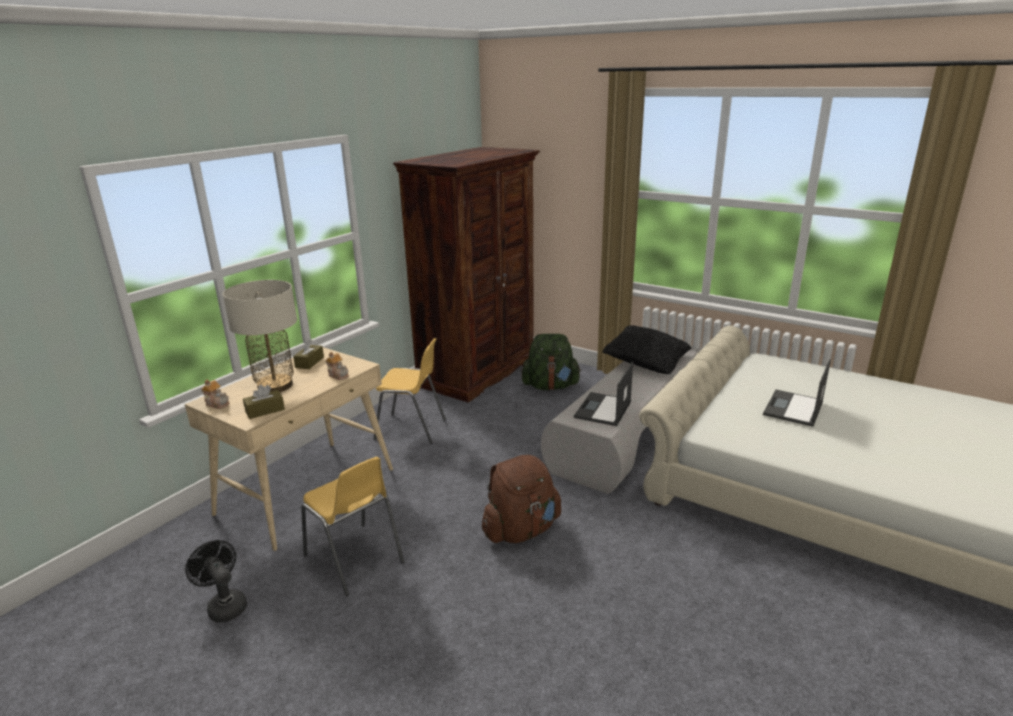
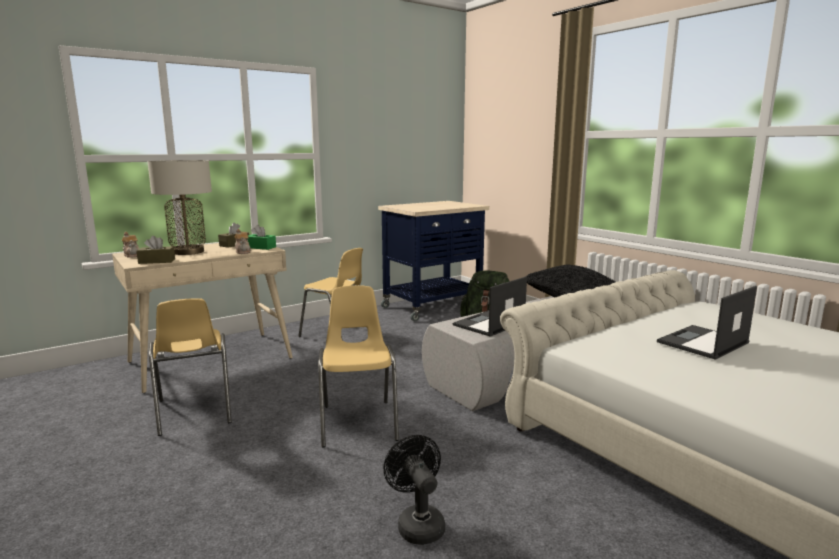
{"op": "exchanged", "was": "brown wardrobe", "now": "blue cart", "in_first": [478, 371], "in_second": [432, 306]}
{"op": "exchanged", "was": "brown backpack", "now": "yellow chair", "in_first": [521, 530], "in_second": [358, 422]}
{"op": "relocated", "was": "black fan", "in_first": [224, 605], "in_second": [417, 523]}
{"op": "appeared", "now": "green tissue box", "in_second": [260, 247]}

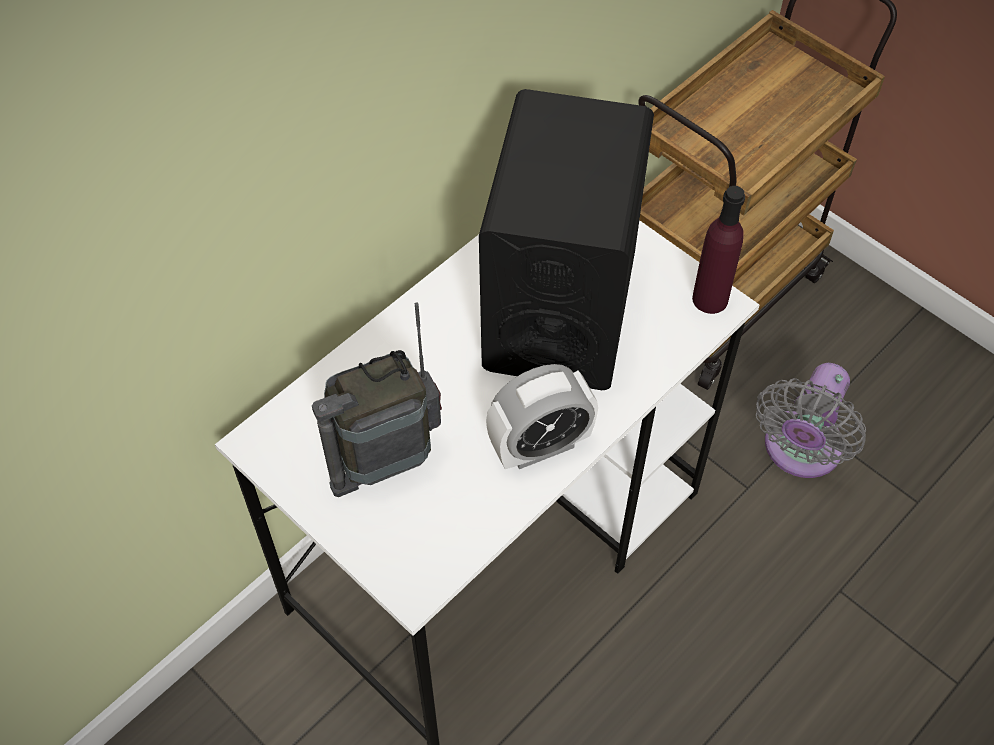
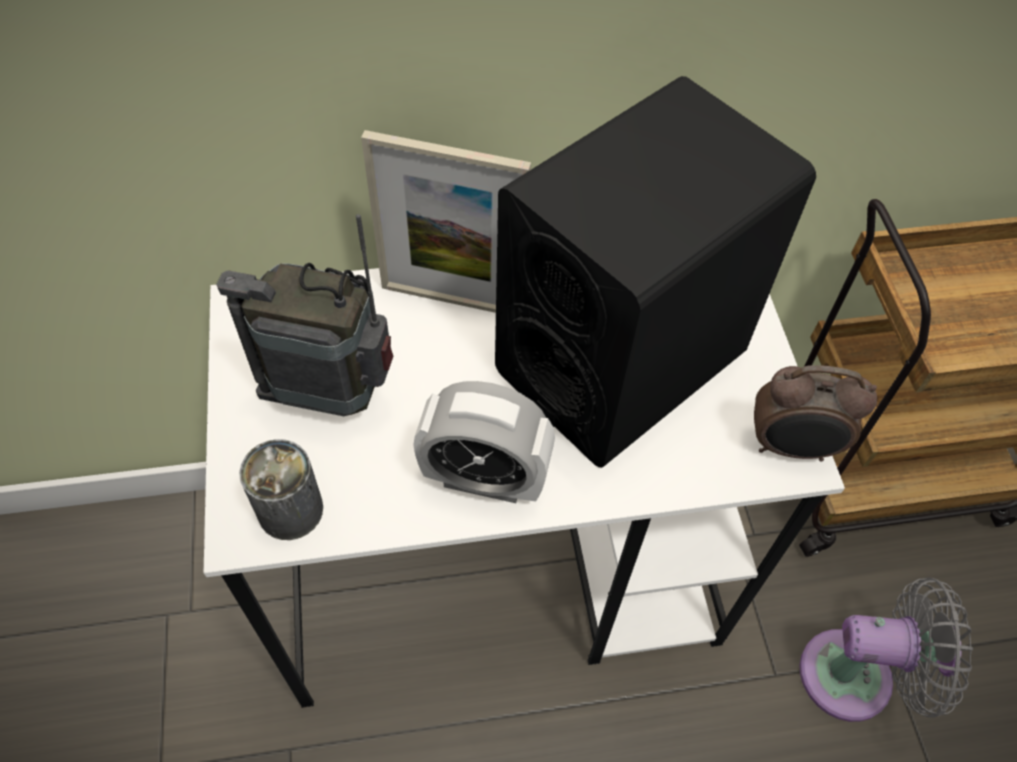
{"op": "exchanged", "was": "purple bottle", "now": "alarm clock", "in_first": [710, 299], "in_second": [791, 447]}
{"op": "spun", "was": "grey fan", "in_first": [799, 451], "in_second": [856, 676], "clockwise": -150}
{"op": "appeared", "now": "picture frame", "in_second": [451, 299]}
{"op": "appeared", "now": "can", "in_second": [290, 510]}

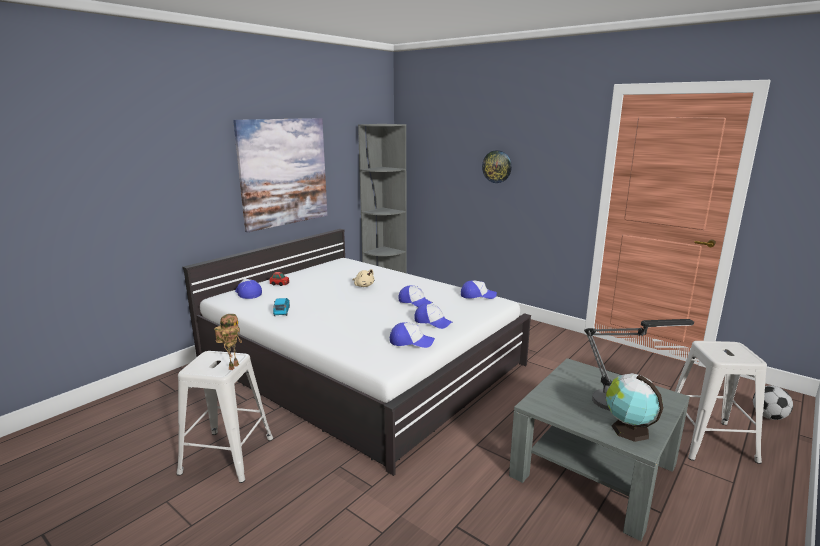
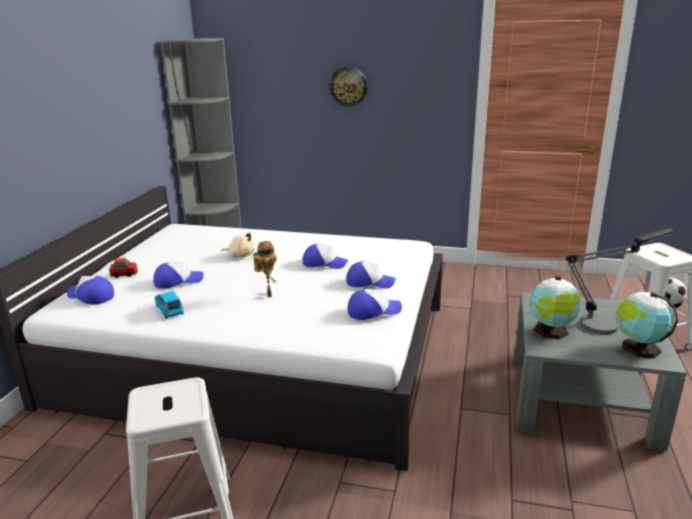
{"op": "missing", "was": "picture", "in_first": [284, 172]}
{"op": "relocated", "was": "cap", "in_first": [477, 295], "in_second": [178, 281]}
{"op": "relocated", "was": "toy robot", "in_first": [233, 366], "in_second": [267, 294]}
{"op": "appeared", "now": "globe", "in_second": [551, 331]}

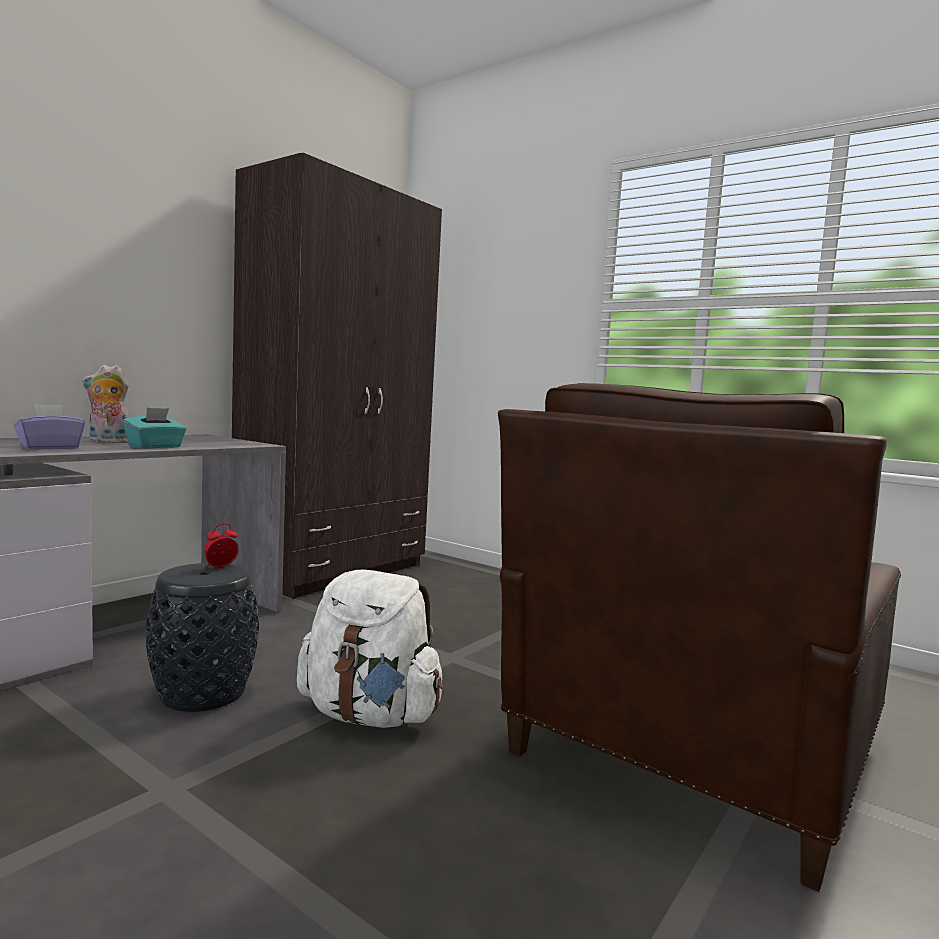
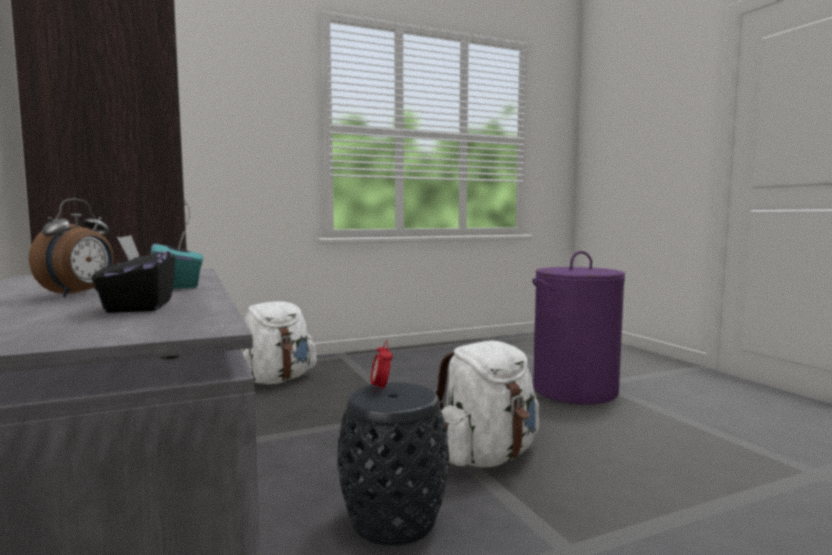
{"op": "exchanged", "was": "plush toy", "now": "alarm clock", "in_first": [108, 442], "in_second": [79, 294]}
{"op": "exchanged", "was": "brown armchair", "now": "purple laundry basket", "in_first": [691, 751], "in_second": [575, 390]}
{"op": "colour", "was": "purple tissue box", "now": "black tissue box", "in_first": [50, 448], "in_second": [138, 306]}
{"op": "appeared", "now": "white backpack", "in_second": [276, 380]}

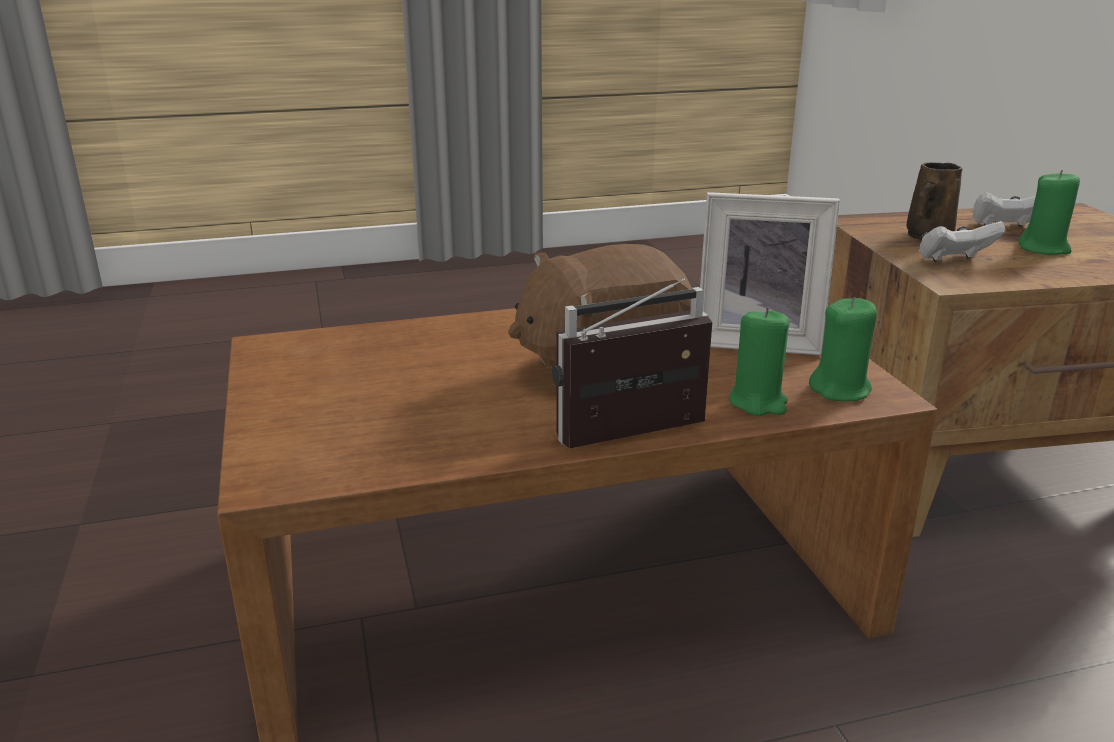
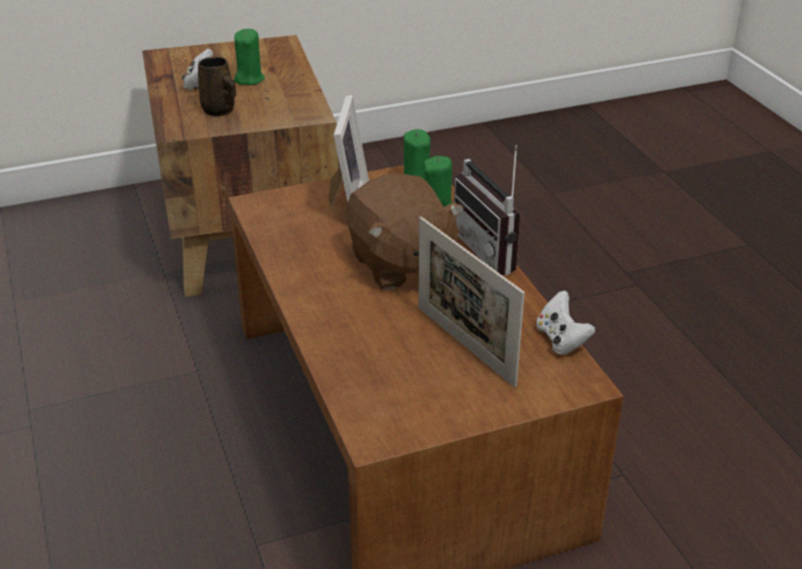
{"op": "relocated", "was": "white game controller", "in_first": [953, 260], "in_second": [561, 340]}
{"op": "appeared", "now": "picture frame", "in_second": [465, 345]}

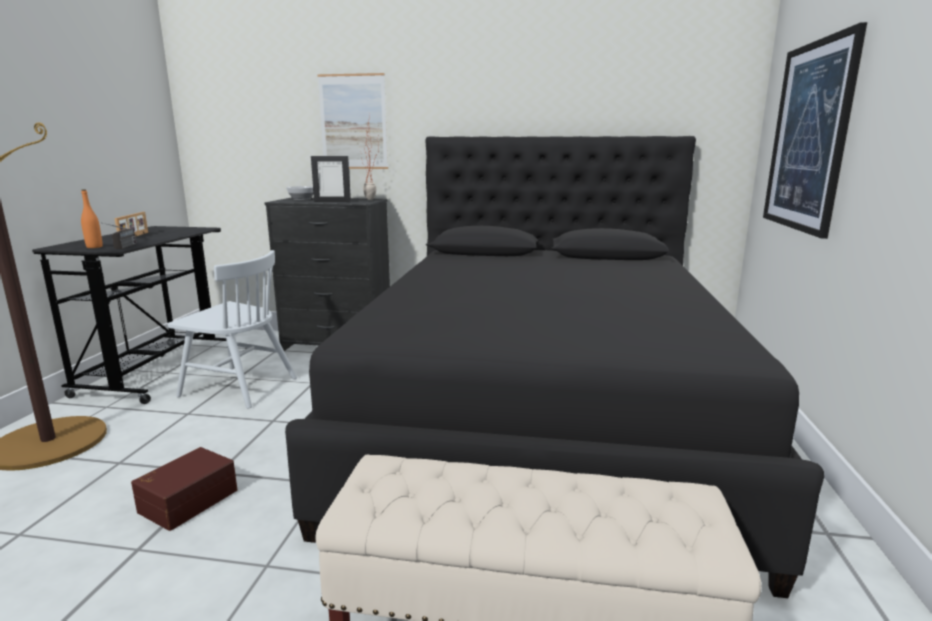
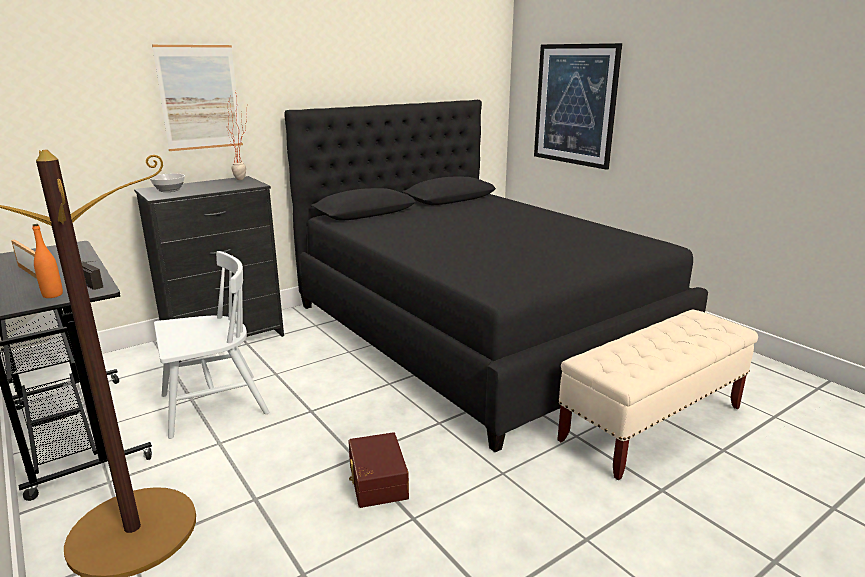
{"op": "missing", "was": "picture frame", "in_first": [332, 201]}

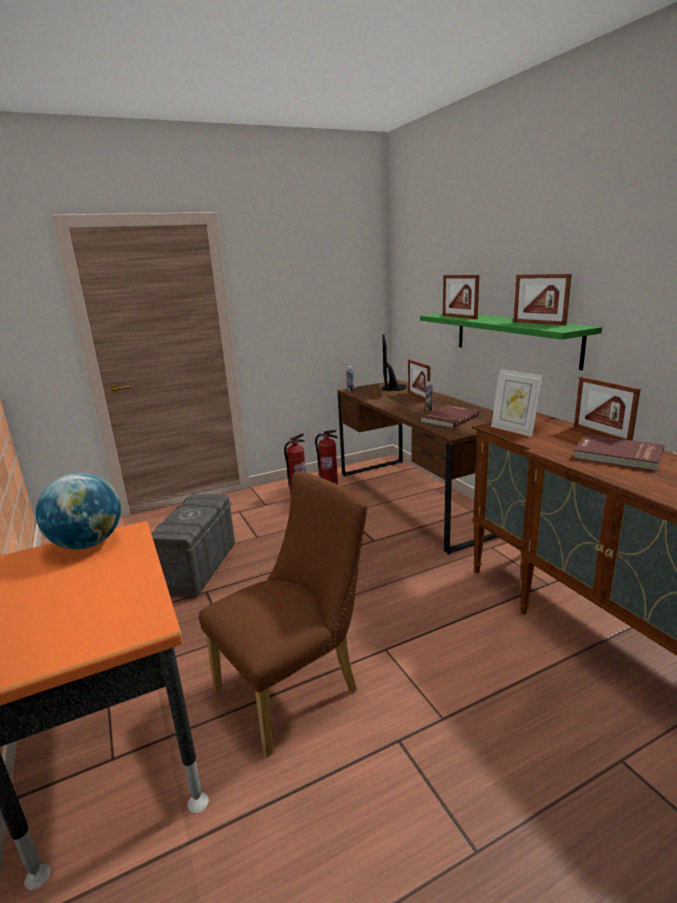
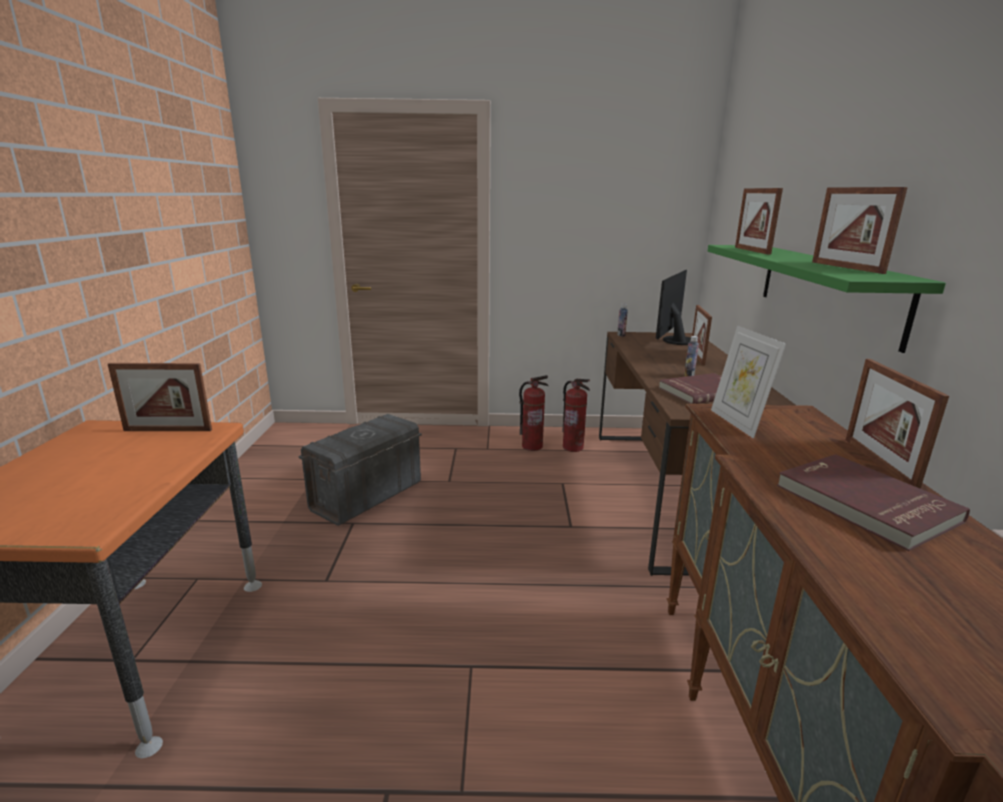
{"op": "missing", "was": "brown chair", "in_first": [296, 686]}
{"op": "exchanged", "was": "globe", "now": "picture frame", "in_first": [88, 544], "in_second": [168, 430]}

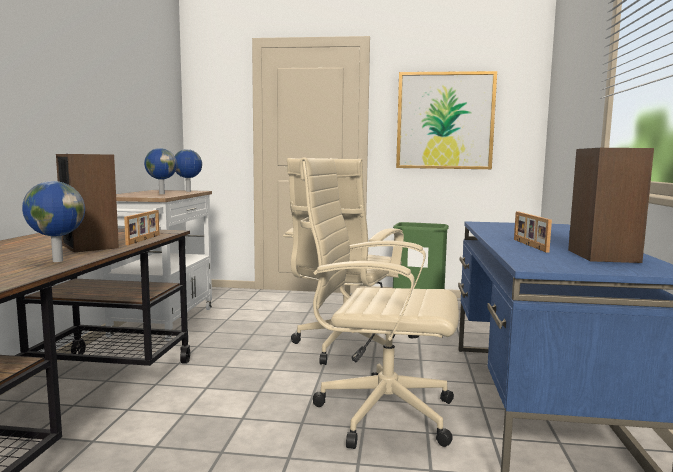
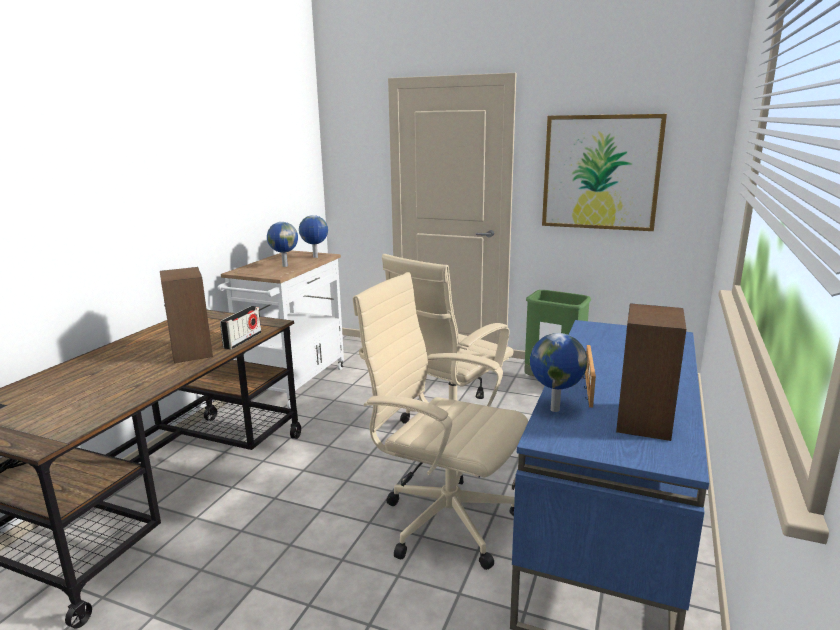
{"op": "relocated", "was": "globe", "in_first": [56, 261], "in_second": [553, 409]}
{"op": "exchanged", "was": "picture frame", "now": "radio", "in_first": [144, 239], "in_second": [243, 340]}

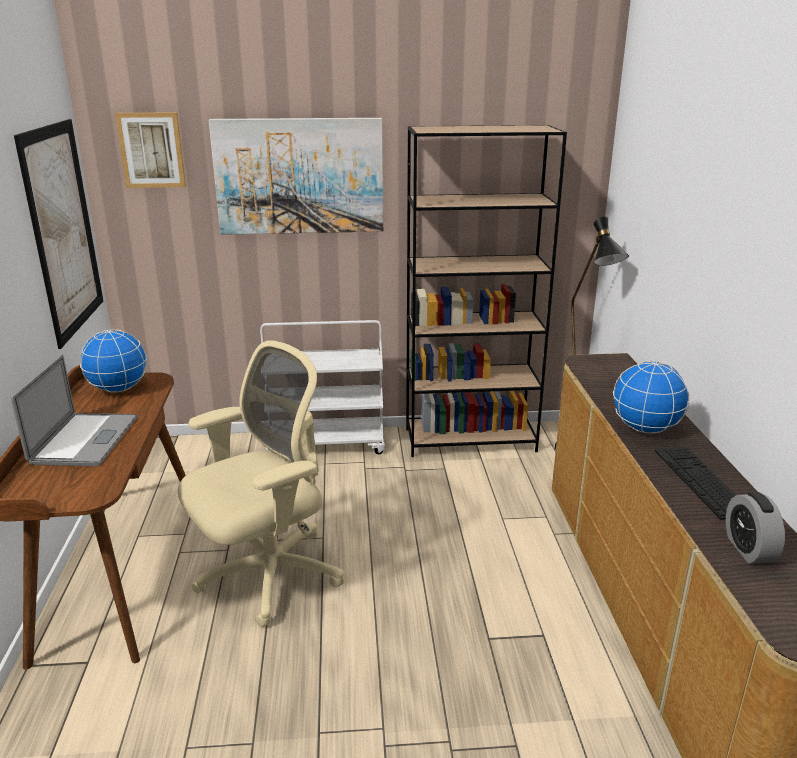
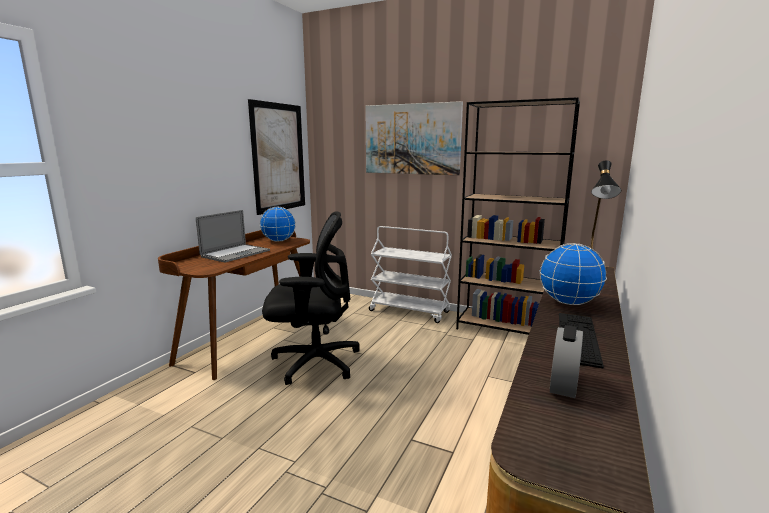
{"op": "missing", "was": "picture", "in_first": [152, 150]}
{"op": "colour", "was": "beige office chair", "now": "black office chair", "in_first": [264, 580], "in_second": [310, 364]}

